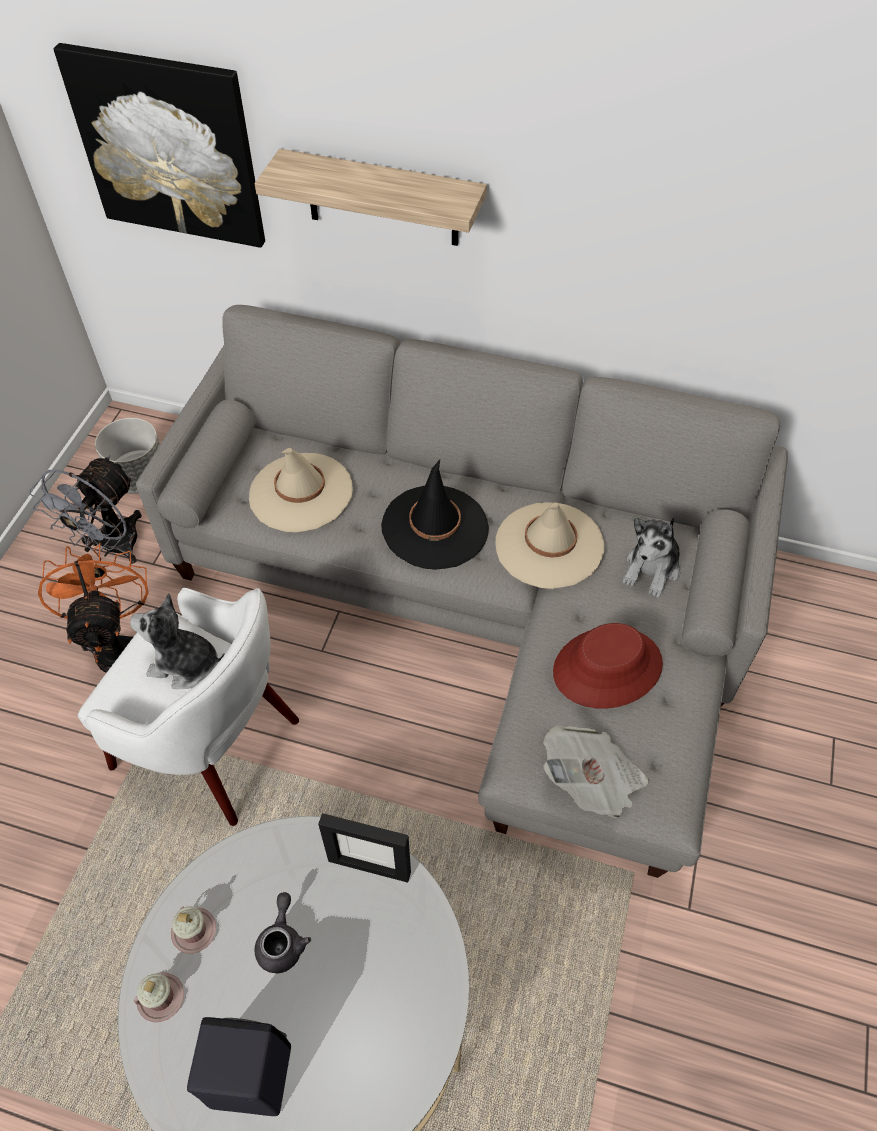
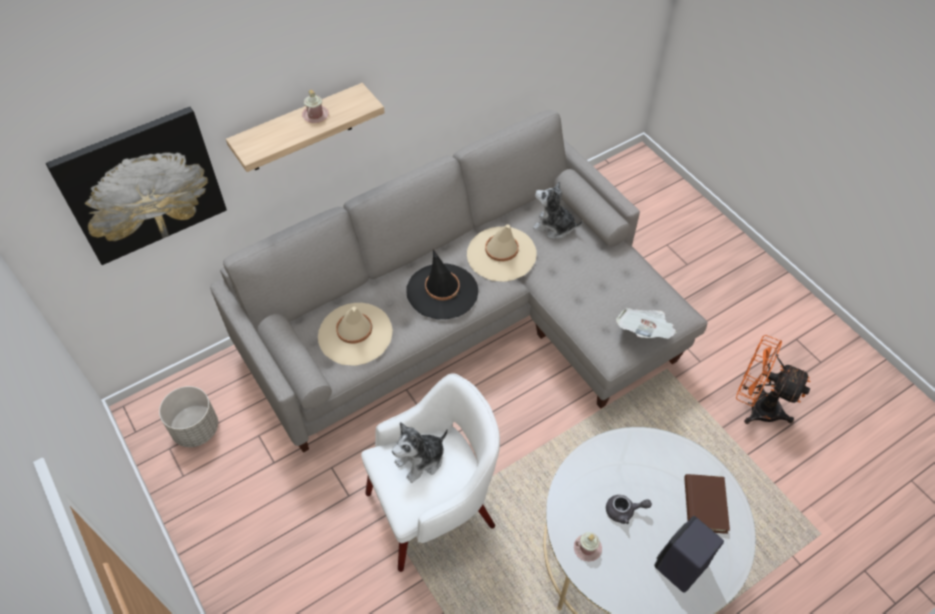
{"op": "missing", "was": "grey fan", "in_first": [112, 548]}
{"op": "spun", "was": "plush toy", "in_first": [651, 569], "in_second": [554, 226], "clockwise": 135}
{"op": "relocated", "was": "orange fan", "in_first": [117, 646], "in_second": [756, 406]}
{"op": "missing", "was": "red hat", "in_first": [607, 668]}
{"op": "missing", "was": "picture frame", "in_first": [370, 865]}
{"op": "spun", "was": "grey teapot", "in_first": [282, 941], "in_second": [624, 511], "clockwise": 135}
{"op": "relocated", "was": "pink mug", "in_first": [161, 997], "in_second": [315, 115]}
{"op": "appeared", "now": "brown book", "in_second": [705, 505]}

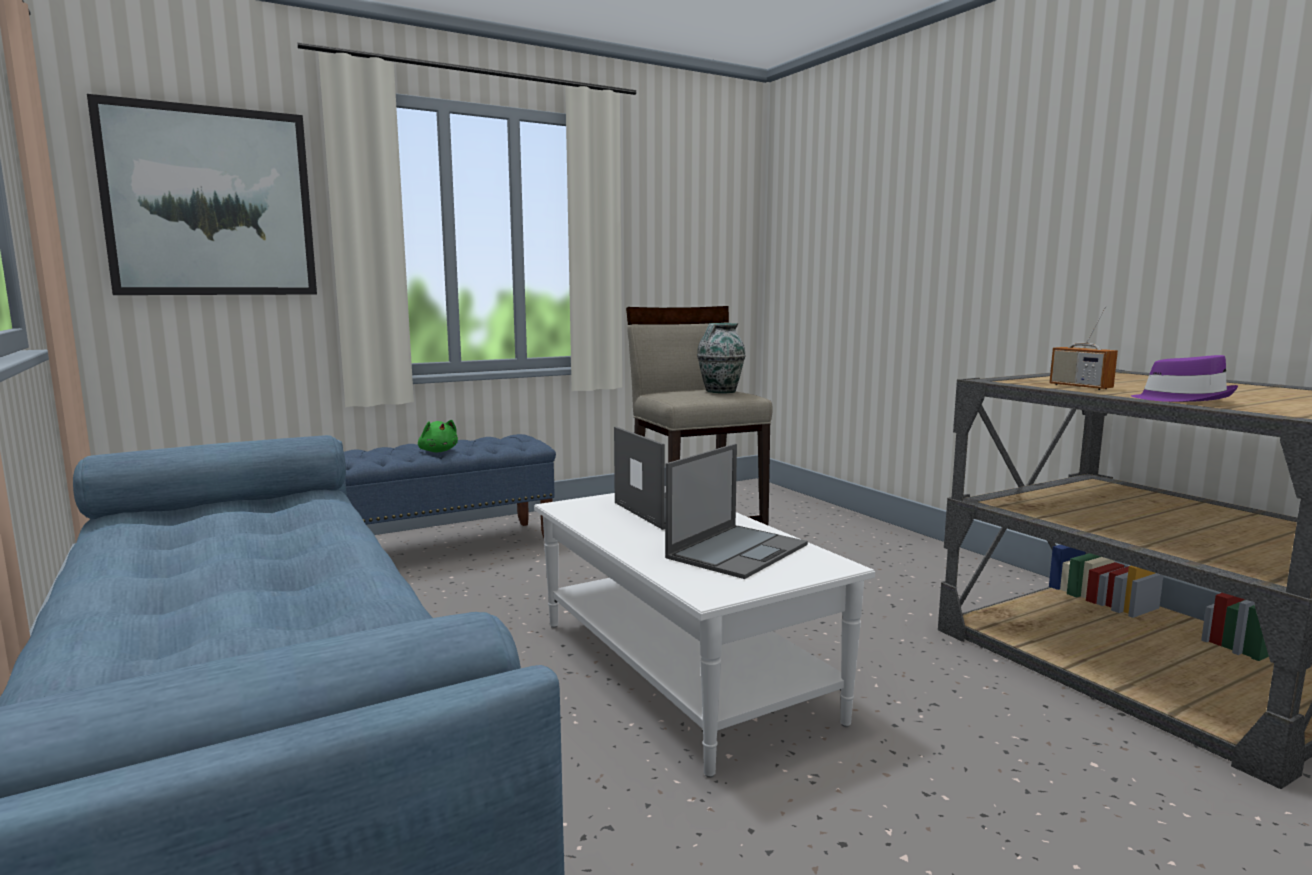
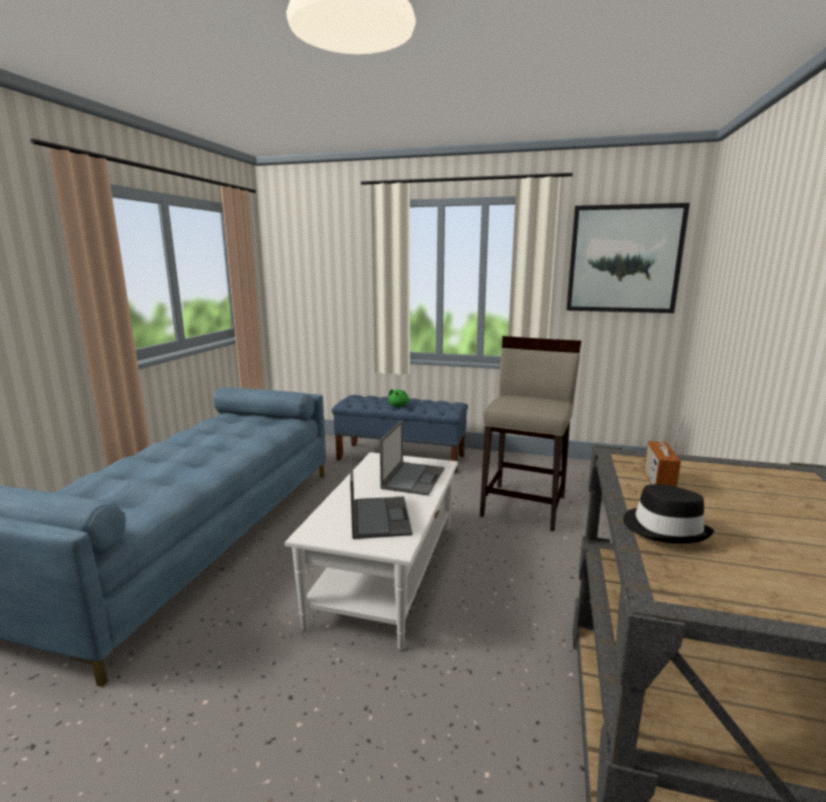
{"op": "relocated", "was": "picture", "in_first": [210, 202], "in_second": [624, 259]}
{"op": "missing", "was": "vase", "in_first": [720, 391]}
{"op": "colour", "was": "purple hat", "now": "black hat", "in_first": [1183, 399], "in_second": [665, 528]}
{"op": "spun", "was": "laptop", "in_first": [738, 551], "in_second": [379, 517], "clockwise": -90}

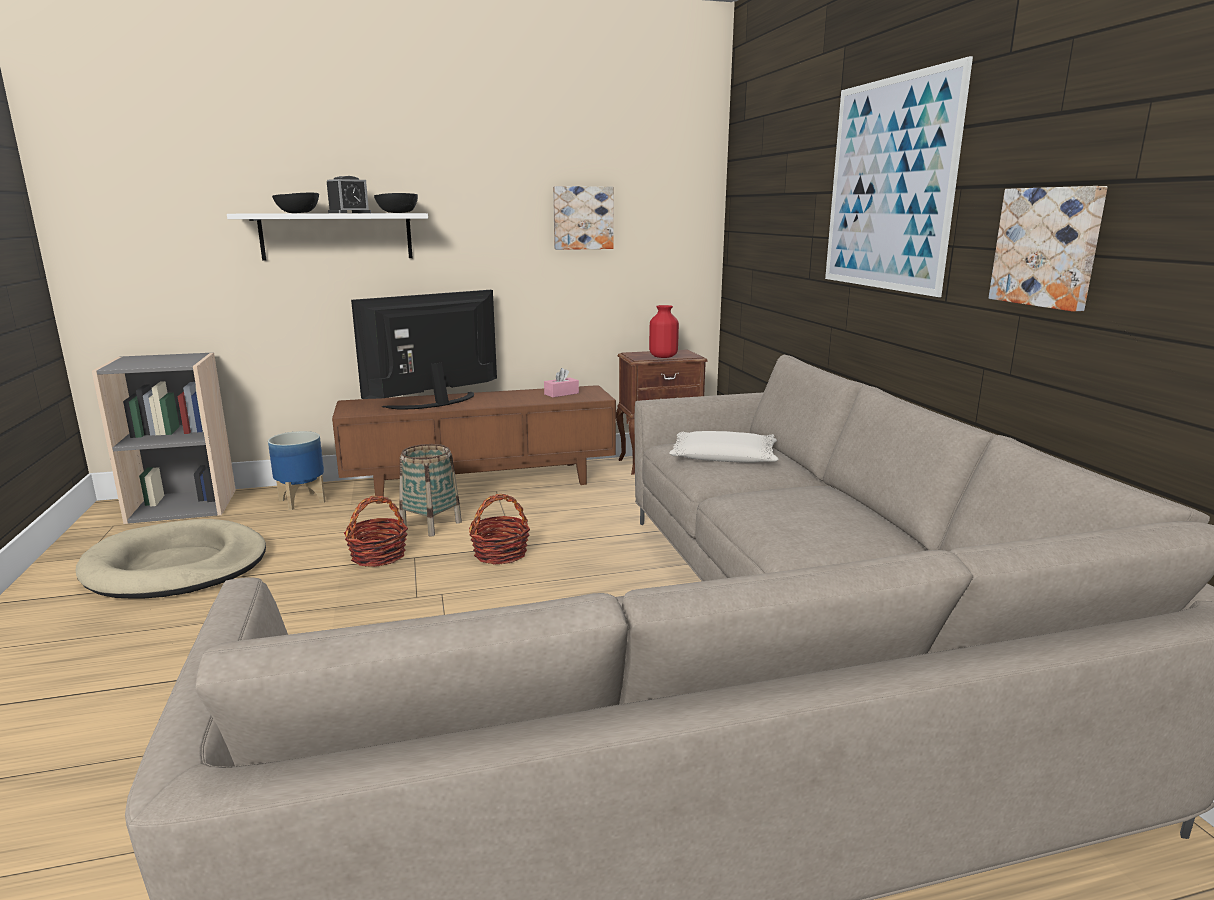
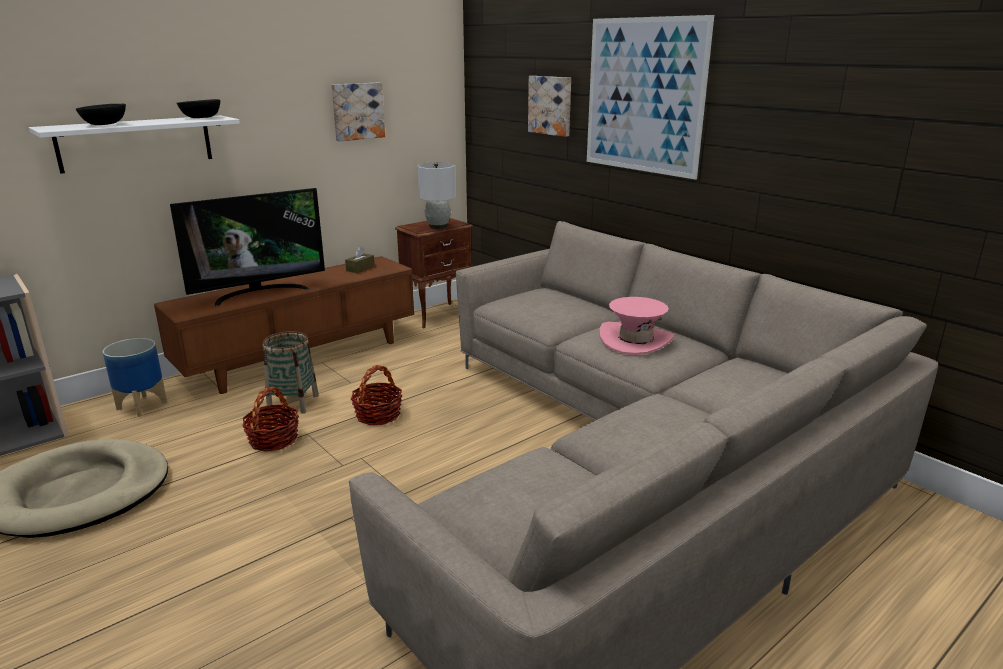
{"op": "missing", "was": "alarm clock", "in_first": [349, 213]}
{"op": "relocated", "was": "picture", "in_first": [1048, 247], "in_second": [551, 105]}
{"op": "spun", "was": "television", "in_first": [436, 403], "in_second": [258, 293], "clockwise": -150}
{"op": "exchanged", "was": "red vase", "now": "white table lamp", "in_first": [663, 356], "in_second": [438, 226]}
{"op": "colour", "was": "pink tissue box", "now": "brown tissue box", "in_first": [561, 393], "in_second": [360, 268]}
{"op": "missing", "was": "white pillow", "in_first": [724, 455]}
{"op": "appeared", "now": "pink hat", "in_second": [635, 340]}

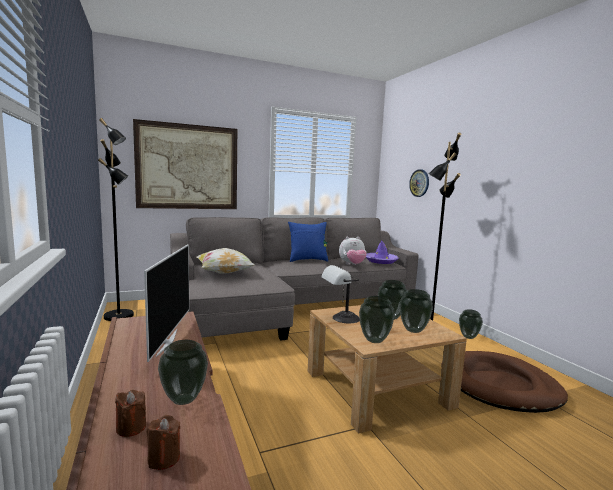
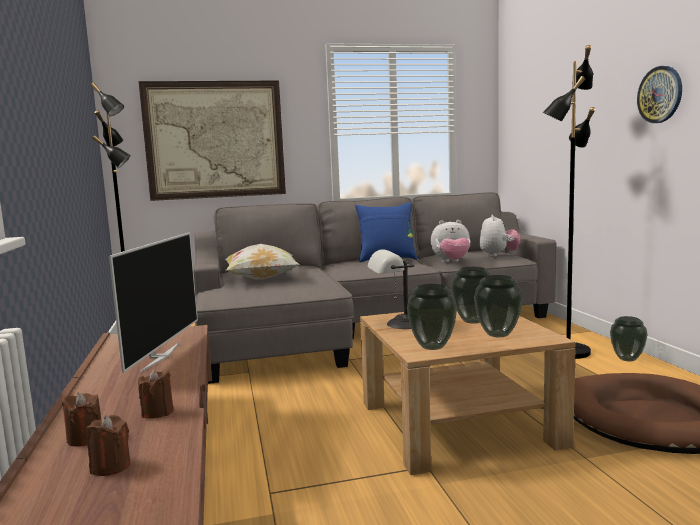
{"op": "relocated", "was": "wall clock", "in_first": [419, 183], "in_second": [660, 94]}
{"op": "exchanged", "was": "purple hat", "now": "plush toy", "in_first": [381, 261], "in_second": [498, 255]}
{"op": "exchanged", "was": "vase", "now": "brown candle", "in_first": [184, 399], "in_second": [157, 412]}

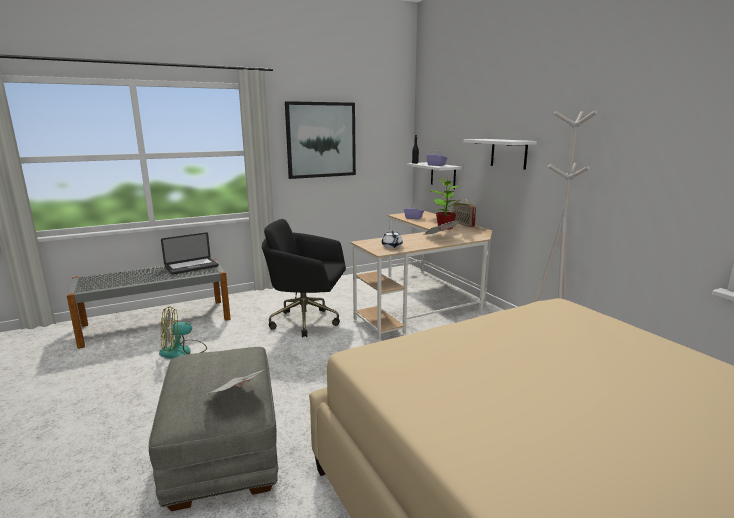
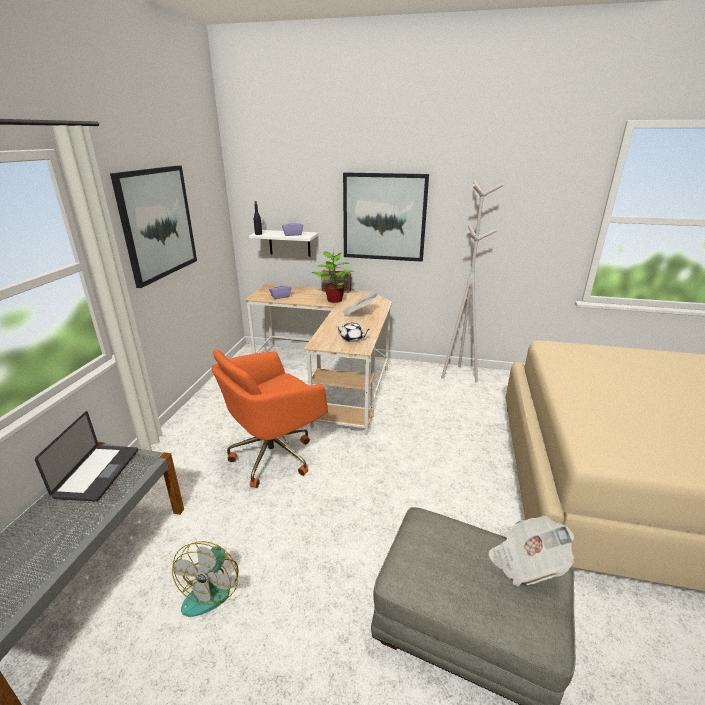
{"op": "exchanged", "was": "white shelf", "now": "picture", "in_first": [509, 153], "in_second": [384, 217]}
{"op": "colour", "was": "black office chair", "now": "orange office chair", "in_first": [308, 322], "in_second": [276, 456]}

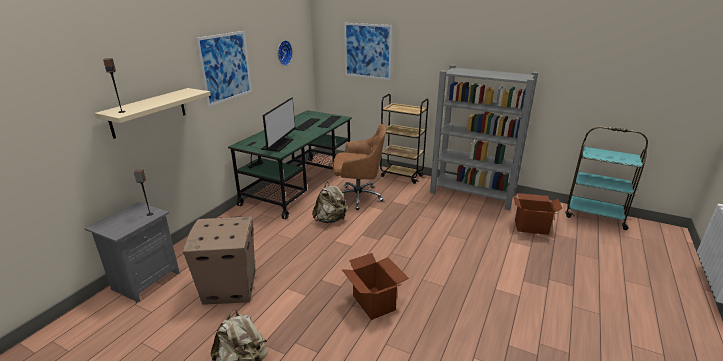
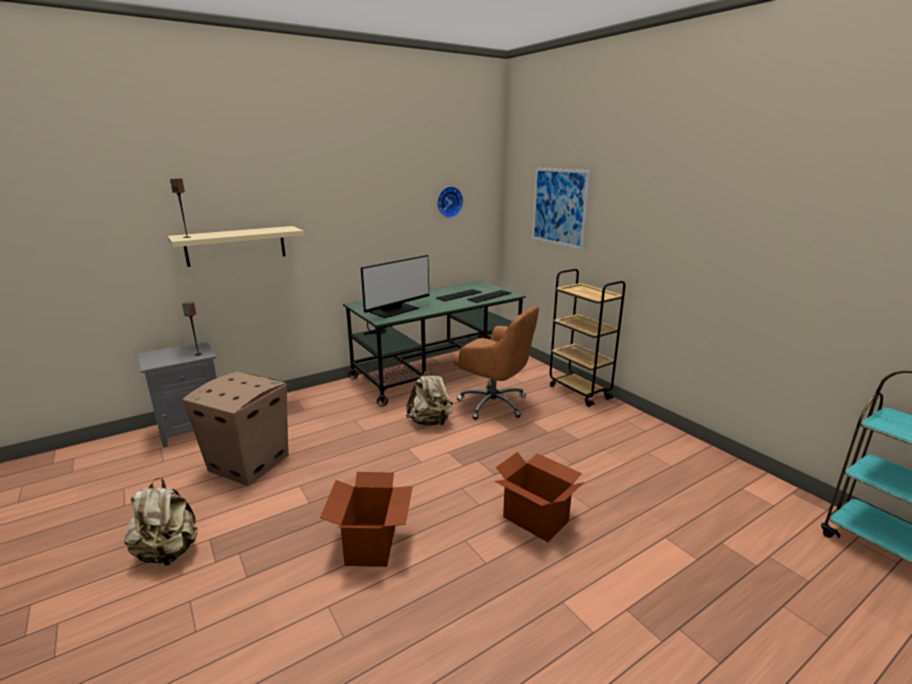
{"op": "missing", "was": "picture", "in_first": [225, 67]}
{"op": "missing", "was": "grey bookcase", "in_first": [472, 193]}
{"op": "relocated", "was": "cardboard box", "in_first": [531, 227], "in_second": [536, 519]}

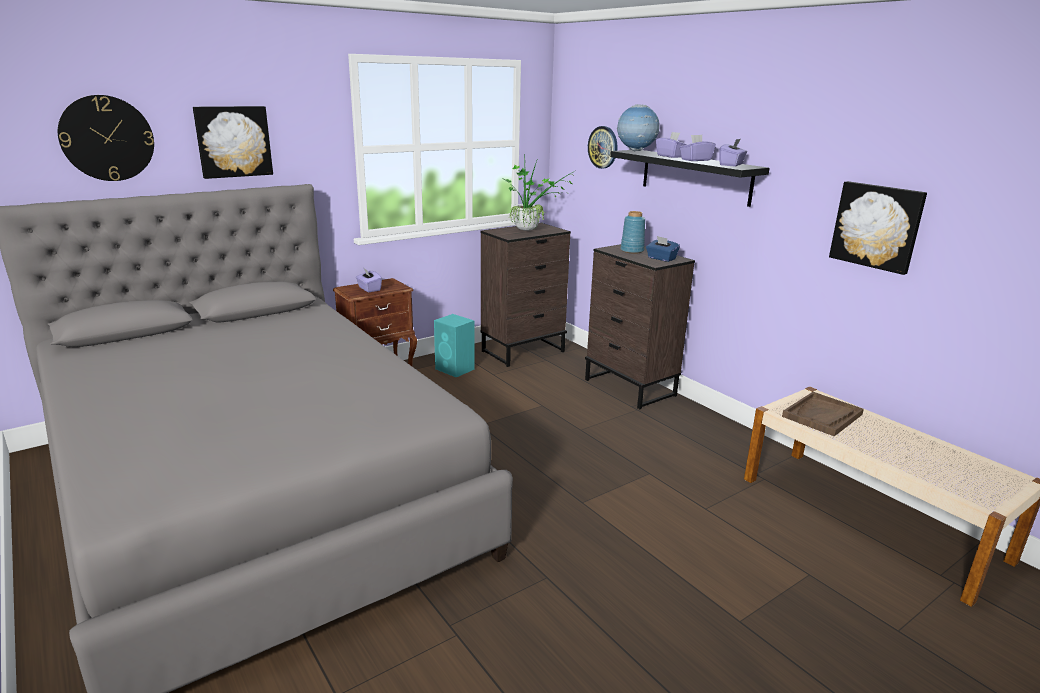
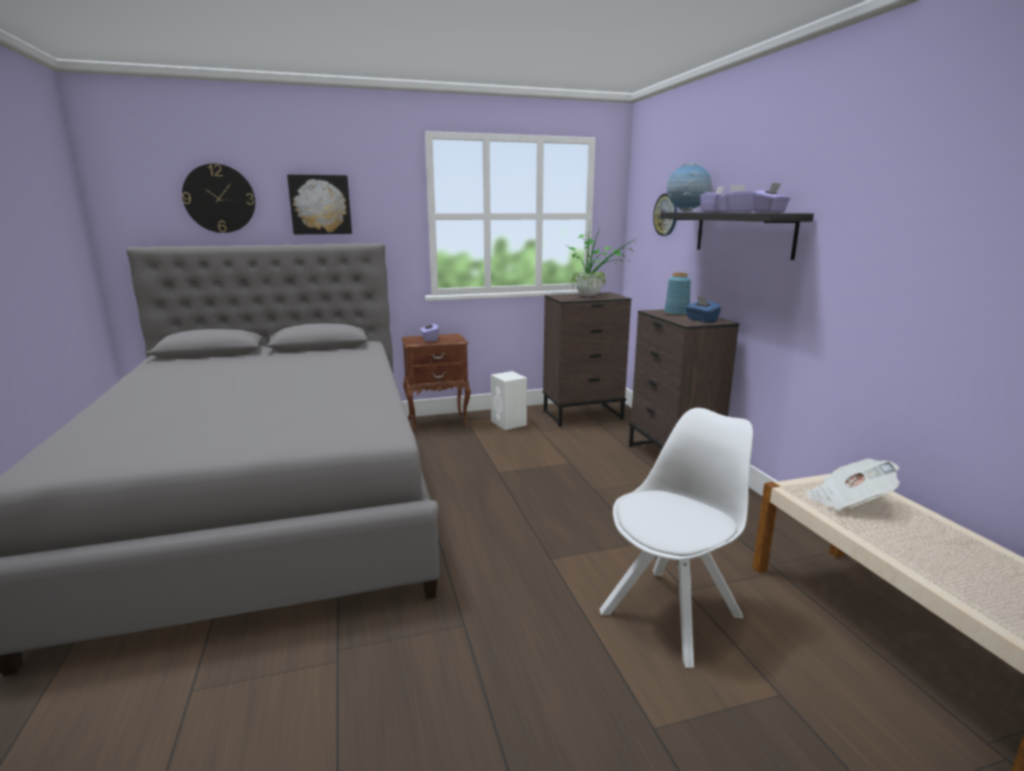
{"op": "missing", "was": "picture", "in_first": [877, 226]}
{"op": "colour", "was": "turquoise speaker", "now": "white speaker", "in_first": [455, 369], "in_second": [509, 423]}
{"op": "exchanged", "was": "brown tray", "now": "newspaper", "in_first": [822, 415], "in_second": [848, 501]}
{"op": "appeared", "now": "white chair", "in_second": [673, 613]}

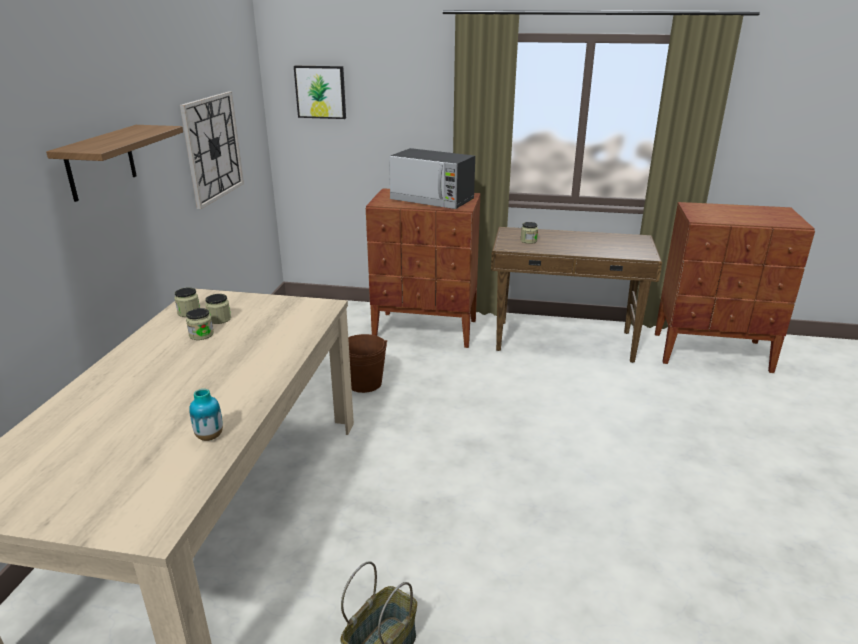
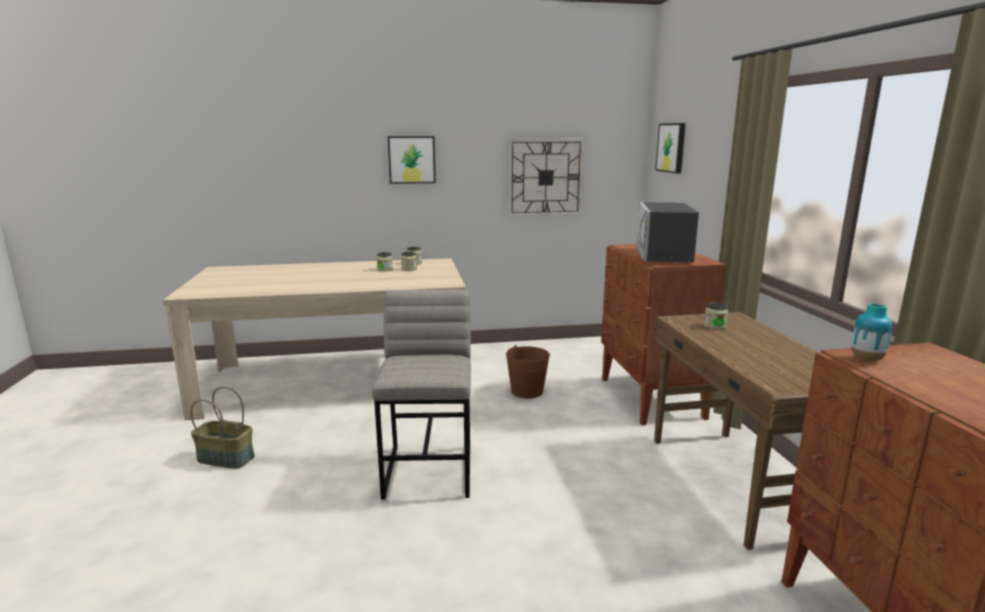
{"op": "exchanged", "was": "shelf", "now": "picture", "in_first": [101, 162], "in_second": [411, 159]}
{"op": "relocated", "was": "vase", "in_first": [209, 436], "in_second": [866, 359]}
{"op": "appeared", "now": "grey chair", "in_second": [429, 469]}

